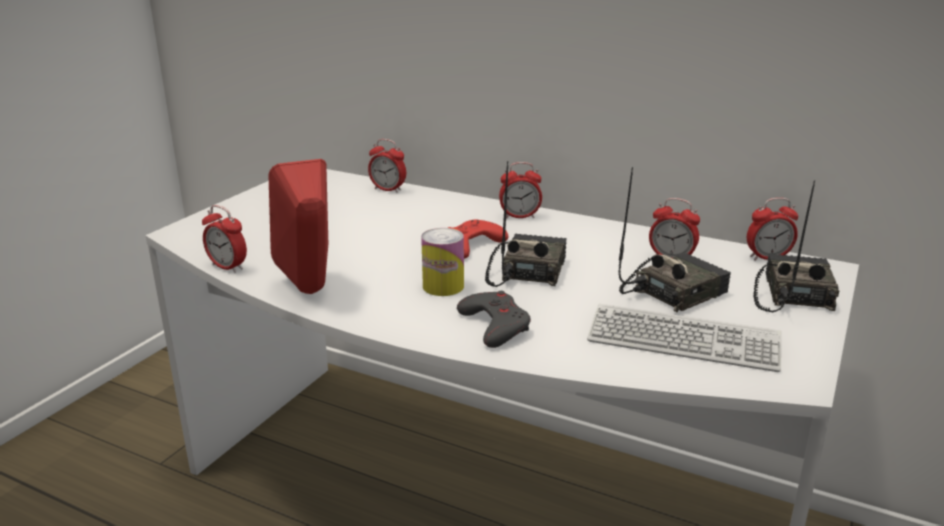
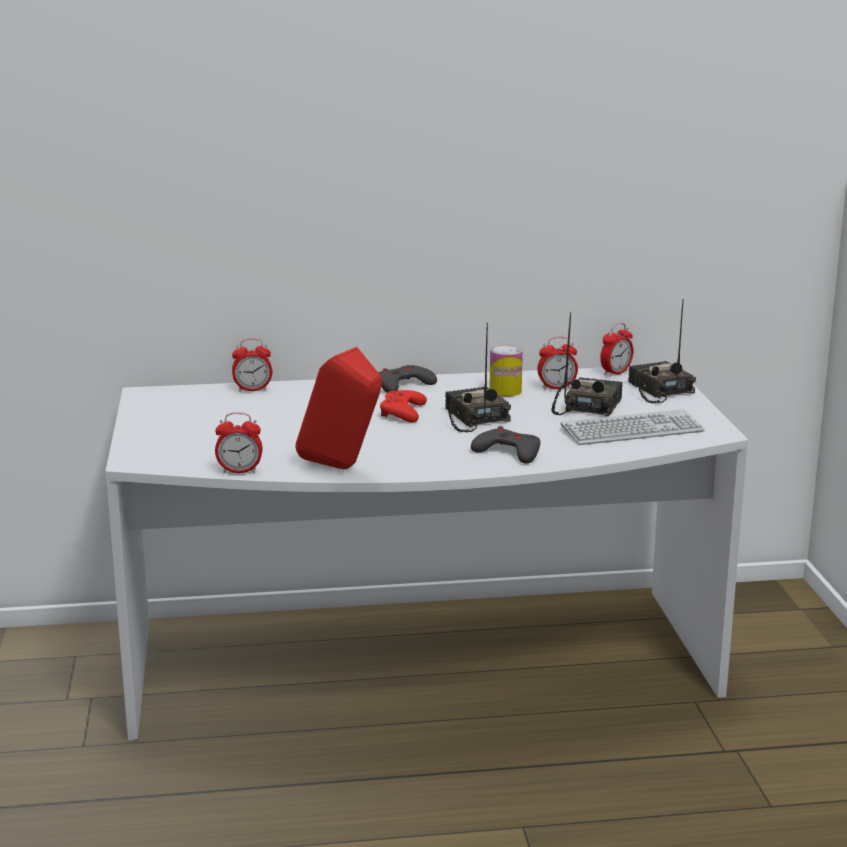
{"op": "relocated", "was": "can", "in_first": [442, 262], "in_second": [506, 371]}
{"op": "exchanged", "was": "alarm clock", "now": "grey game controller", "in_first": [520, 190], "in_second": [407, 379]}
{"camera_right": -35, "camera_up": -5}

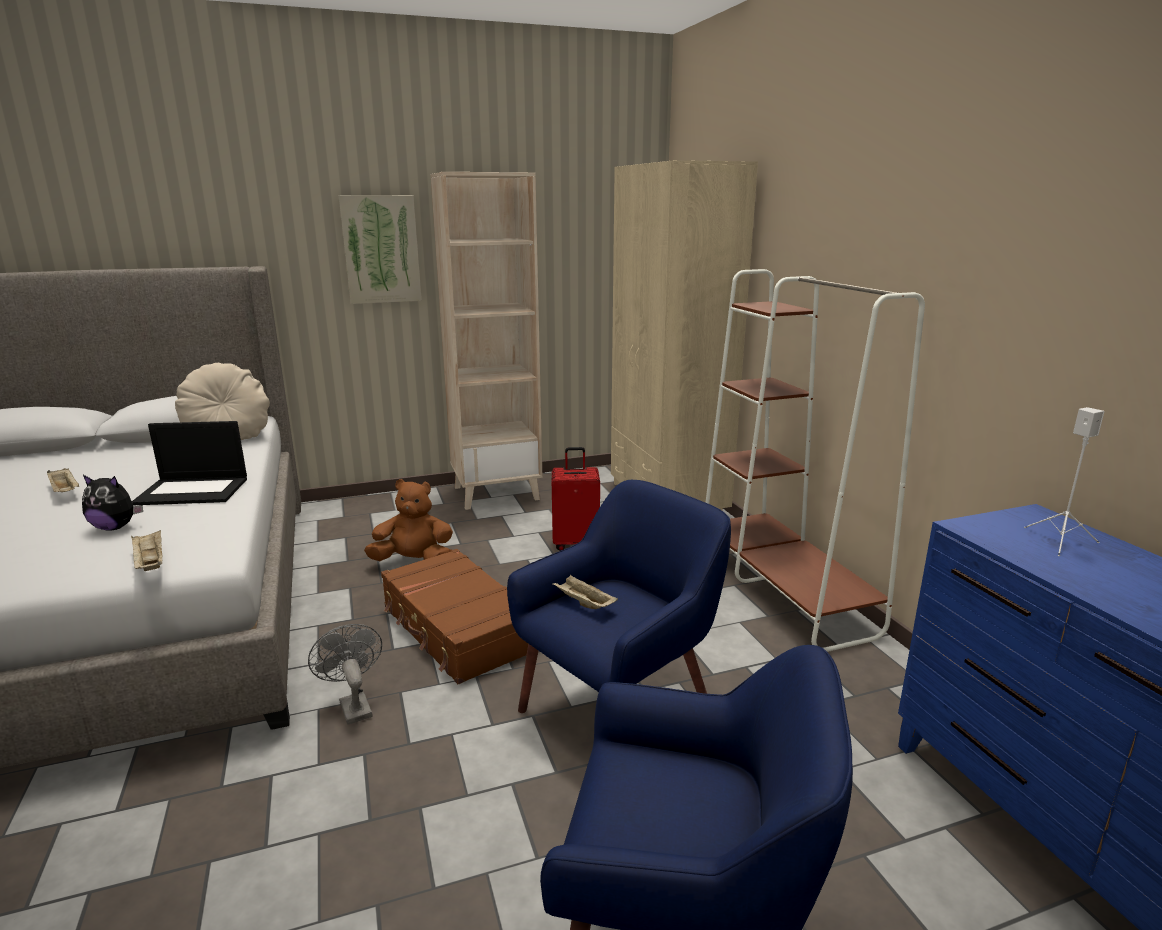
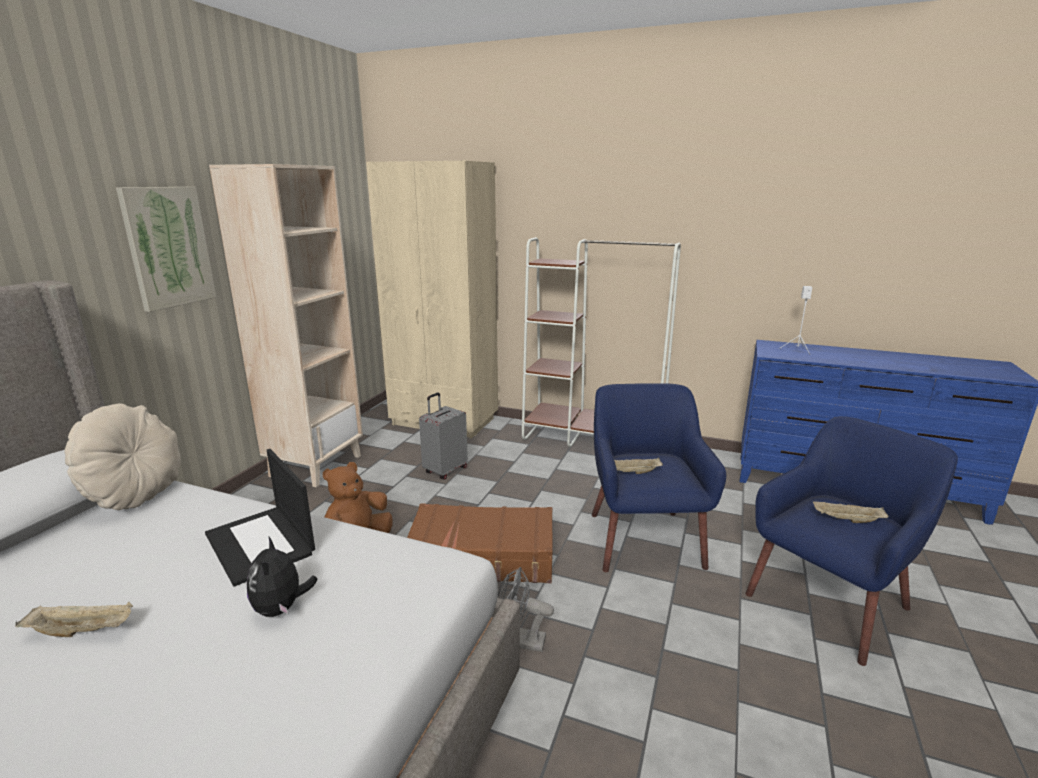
{"op": "relocated", "was": "beige tray", "in_first": [146, 550], "in_second": [851, 512]}
{"op": "colour", "was": "red suitcase", "now": "grey suitcase", "in_first": [576, 499], "in_second": [443, 436]}
{"op": "spun", "was": "plush toy", "in_first": [112, 503], "in_second": [282, 577], "clockwise": 120}
{"op": "spun", "was": "laptop", "in_first": [189, 463], "in_second": [260, 518], "clockwise": 105}
{"camera_right": -50, "camera_up": 0}

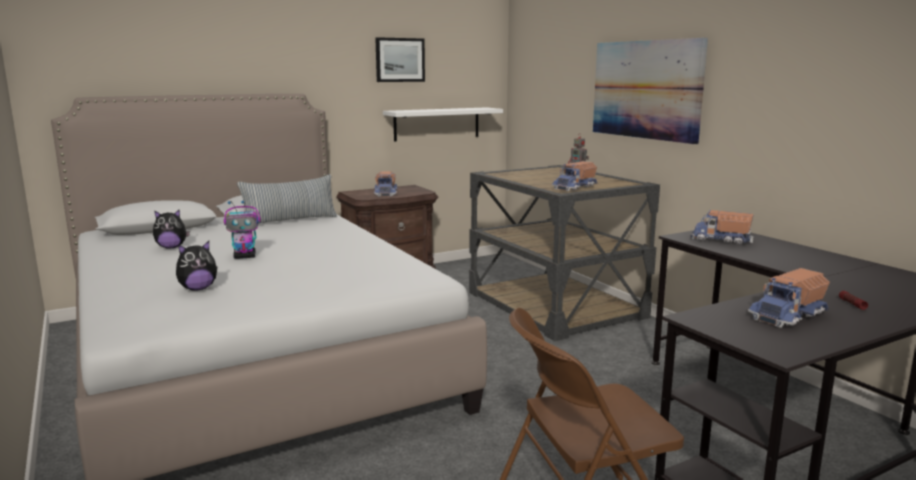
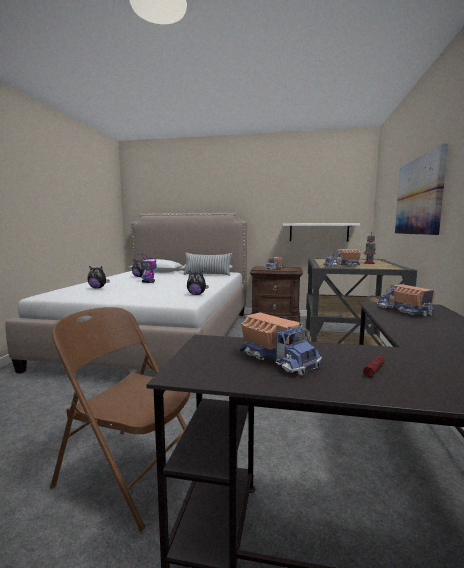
{"op": "missing", "was": "picture", "in_first": [400, 59]}
{"op": "appeared", "now": "plush toy", "in_second": [198, 283]}
{"op": "spun", "was": "toy truck", "in_first": [789, 298], "in_second": [281, 344], "clockwise": -135}
{"camera_right": 40, "camera_up": -5}

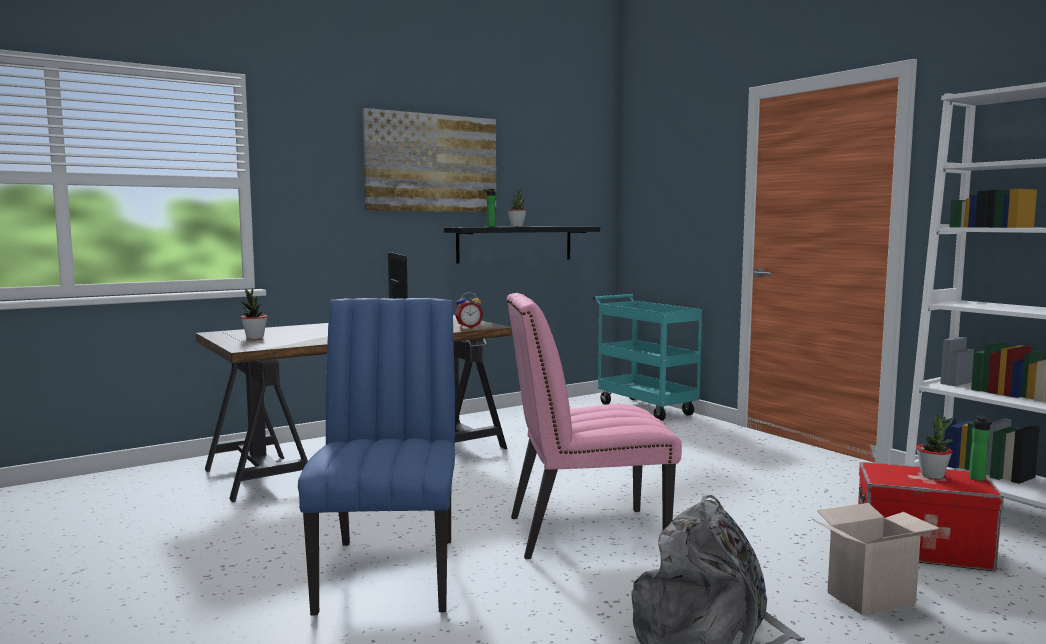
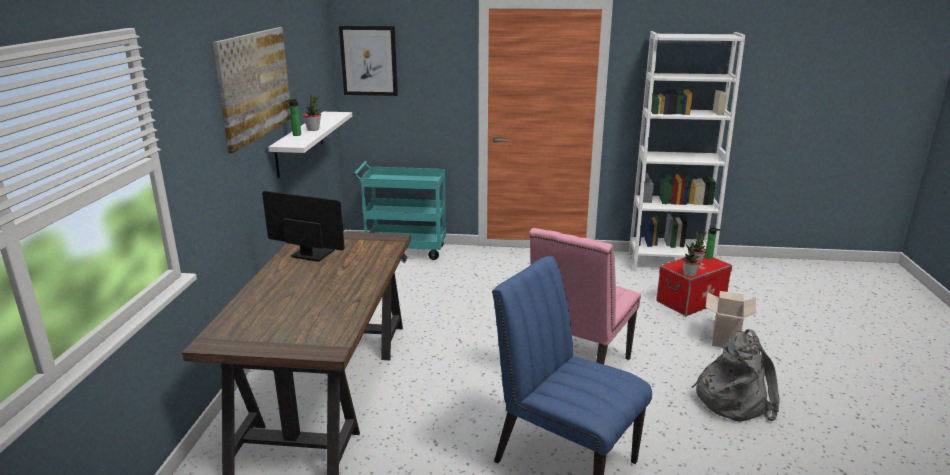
{"op": "missing", "was": "alarm clock", "in_first": [469, 310]}
{"op": "appeared", "now": "picture", "in_second": [368, 61]}
{"op": "relocated", "was": "potted plant", "in_first": [254, 314], "in_second": [691, 260]}
{"op": "colour", "was": "black shelf", "now": "white shelf", "in_first": [522, 244], "in_second": [310, 145]}
{"camera_right": -50, "camera_up": 15}

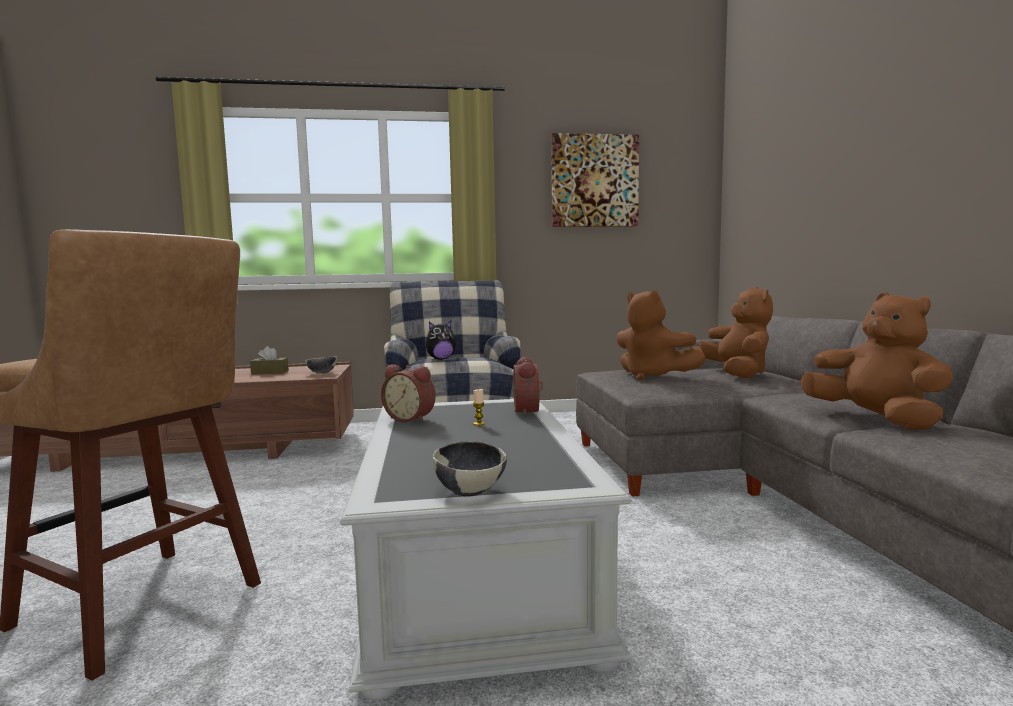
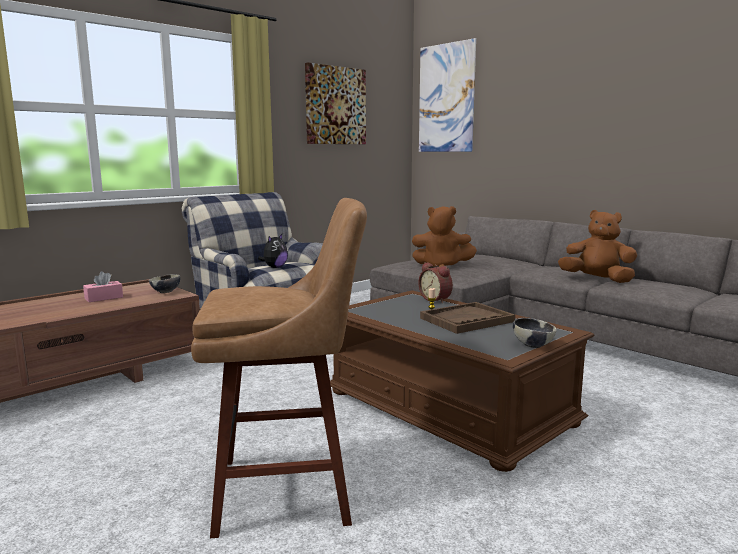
{"op": "missing", "was": "alarm clock", "in_first": [408, 393]}
{"op": "missing", "was": "brown plush toy", "in_first": [736, 332]}
{"op": "appeared", "now": "picture", "in_second": [447, 95]}
{"op": "appeared", "now": "brown tray", "in_second": [467, 318]}
{"op": "colour", "was": "brown tissue box", "now": "pink tissue box", "in_first": [269, 360], "in_second": [103, 286]}
{"op": "colour", "was": "white coffee table", "now": "brown coffee table", "in_first": [486, 549], "in_second": [462, 381]}
{"camera_right": -35, "camera_up": 5}

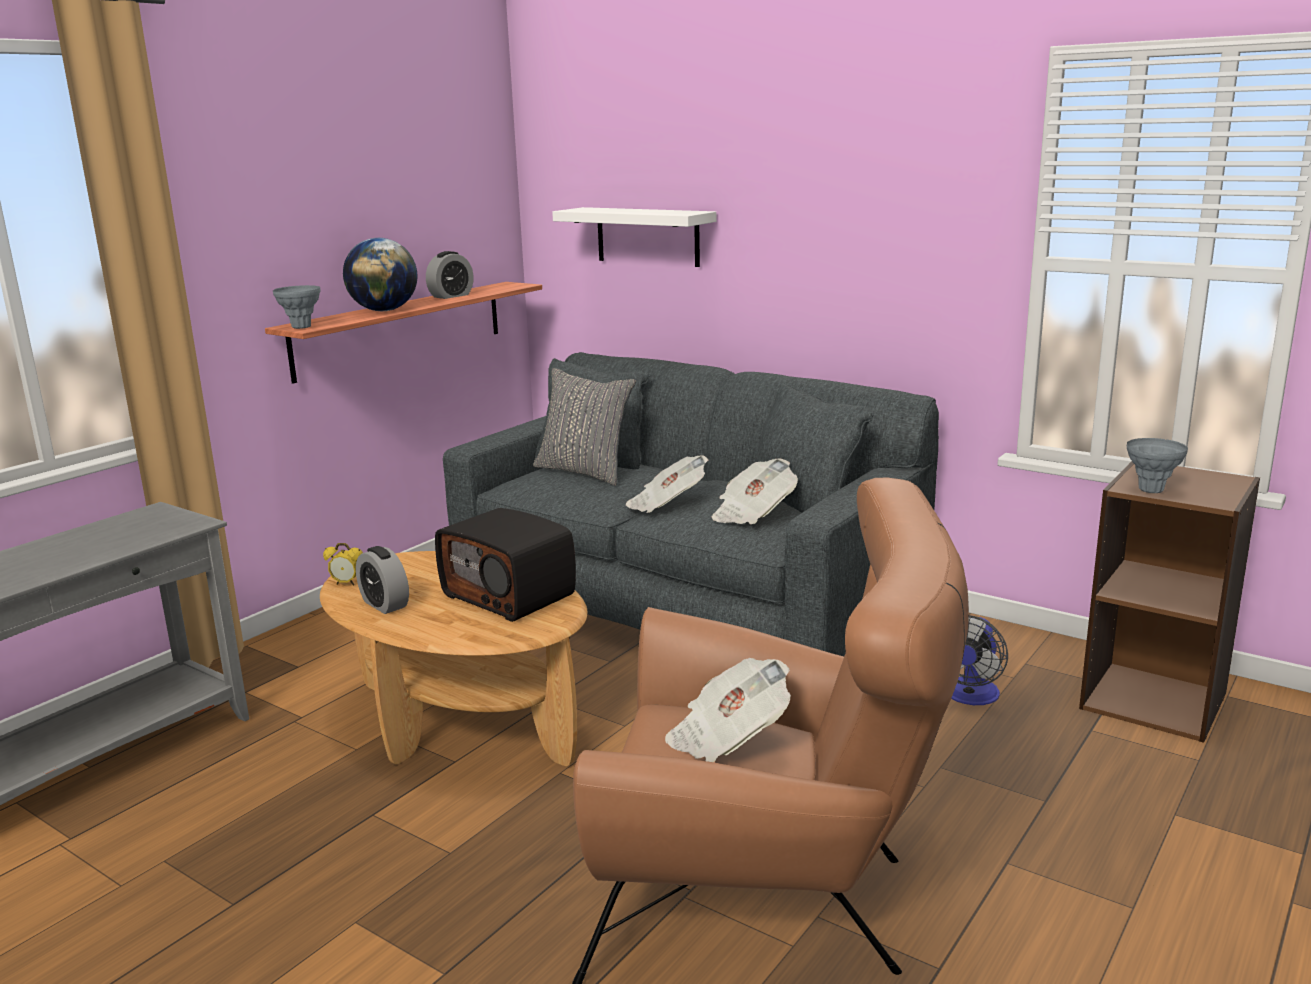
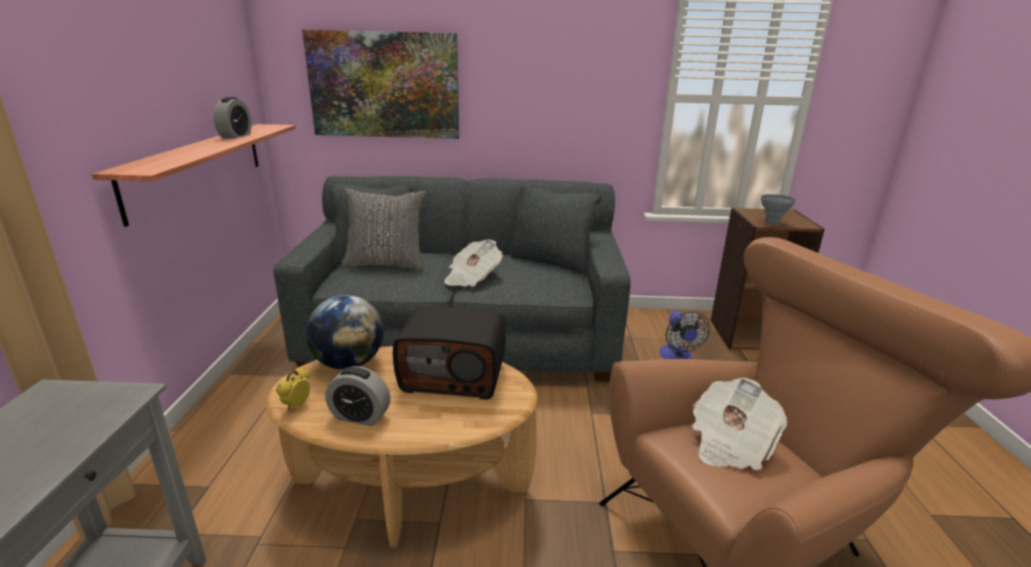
{"op": "missing", "was": "grey vase", "in_first": [297, 307]}
{"op": "missing", "was": "newspaper", "in_first": [755, 491]}
{"op": "relocated", "was": "globe", "in_first": [380, 274], "in_second": [345, 332]}
{"op": "exchanged", "was": "white shelf", "now": "picture", "in_first": [634, 237], "in_second": [380, 84]}
{"op": "spun", "was": "alarm clock", "in_first": [343, 564], "in_second": [293, 389], "clockwise": 135}
{"camera_right": -35, "camera_up": 5}

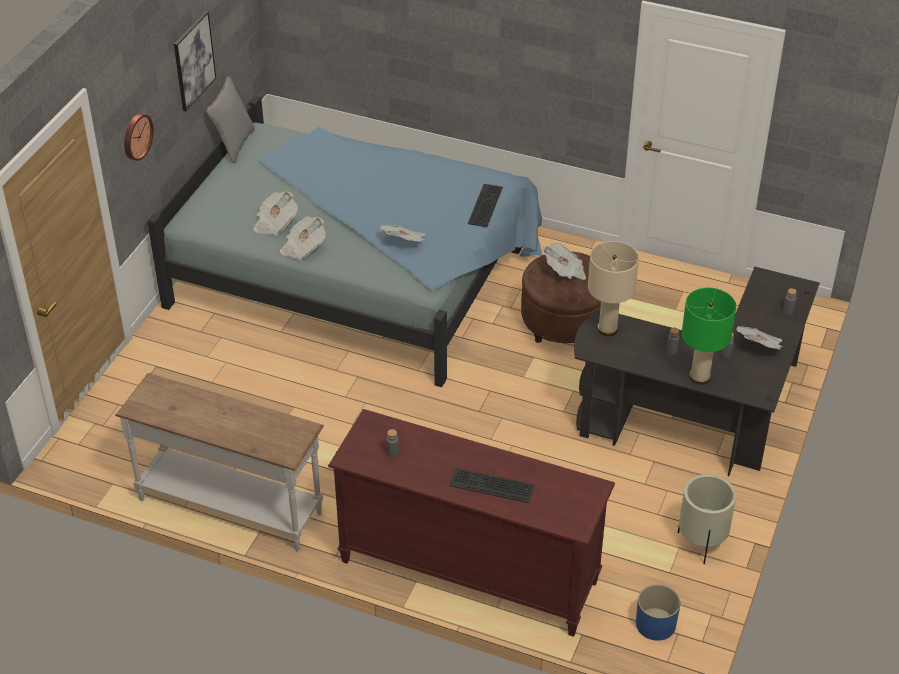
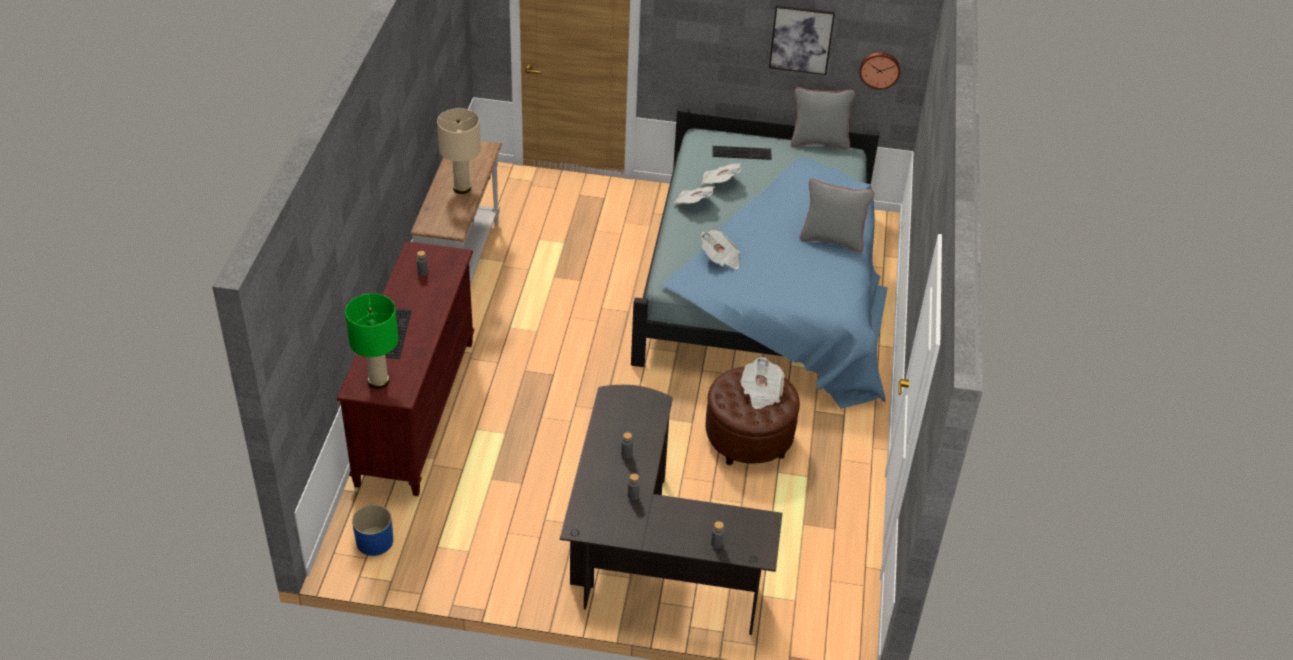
{"op": "missing", "was": "beige planter", "in_first": [707, 519]}
{"op": "missing", "was": "newspaper", "in_first": [760, 338]}
{"op": "appeared", "now": "grey pillow", "in_second": [837, 215]}
{"op": "relocated", "was": "wall clock", "in_first": [139, 137], "in_second": [879, 70]}
{"op": "relocated", "was": "keyboard", "in_first": [485, 205], "in_second": [742, 153]}
{"op": "relocated", "was": "beige table lamp", "in_first": [613, 289], "in_second": [459, 151]}
{"op": "relocated", "was": "green table lamp", "in_first": [709, 336], "in_second": [372, 341]}
{"camera_right": 75, "camera_up": 0}

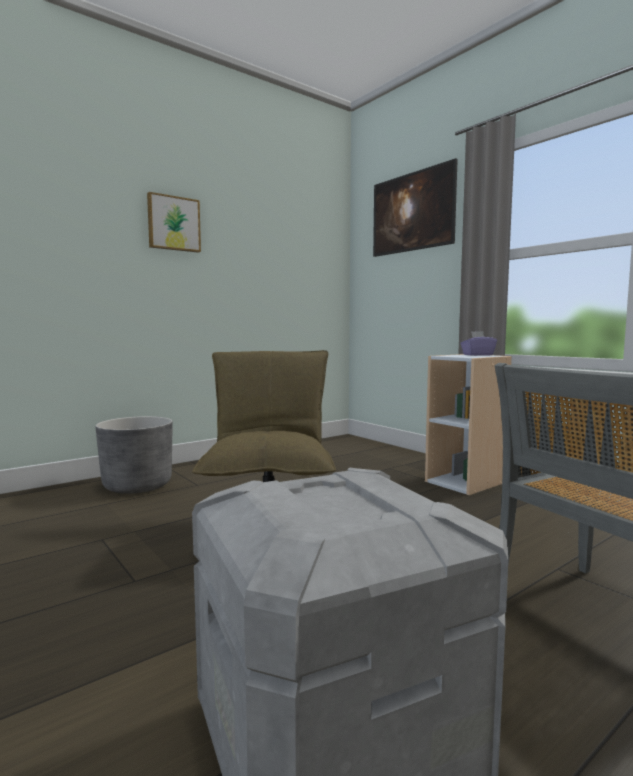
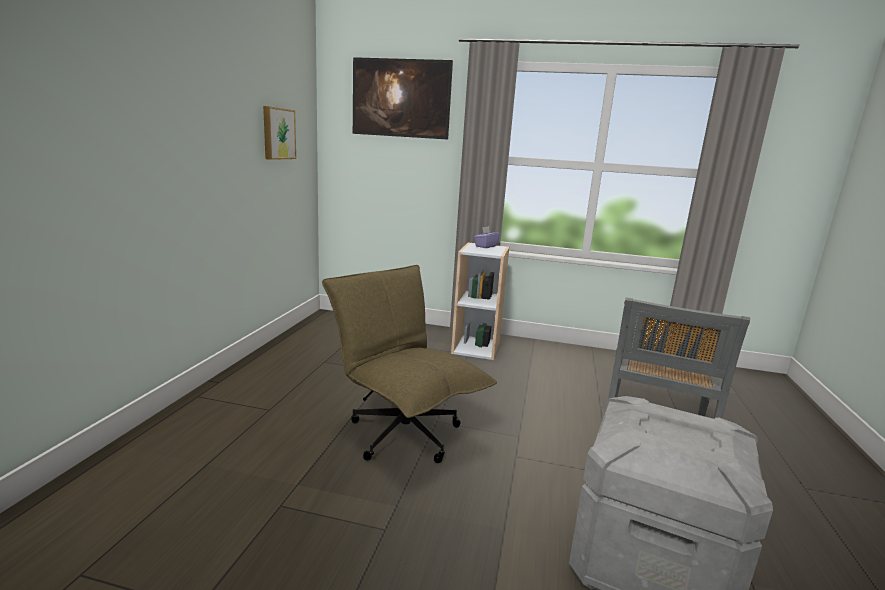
{"op": "missing", "was": "grey planter", "in_first": [134, 455]}
{"op": "relocated", "was": "picture", "in_first": [174, 222], "in_second": [279, 133]}
{"camera_right": -40, "camera_up": 10}

